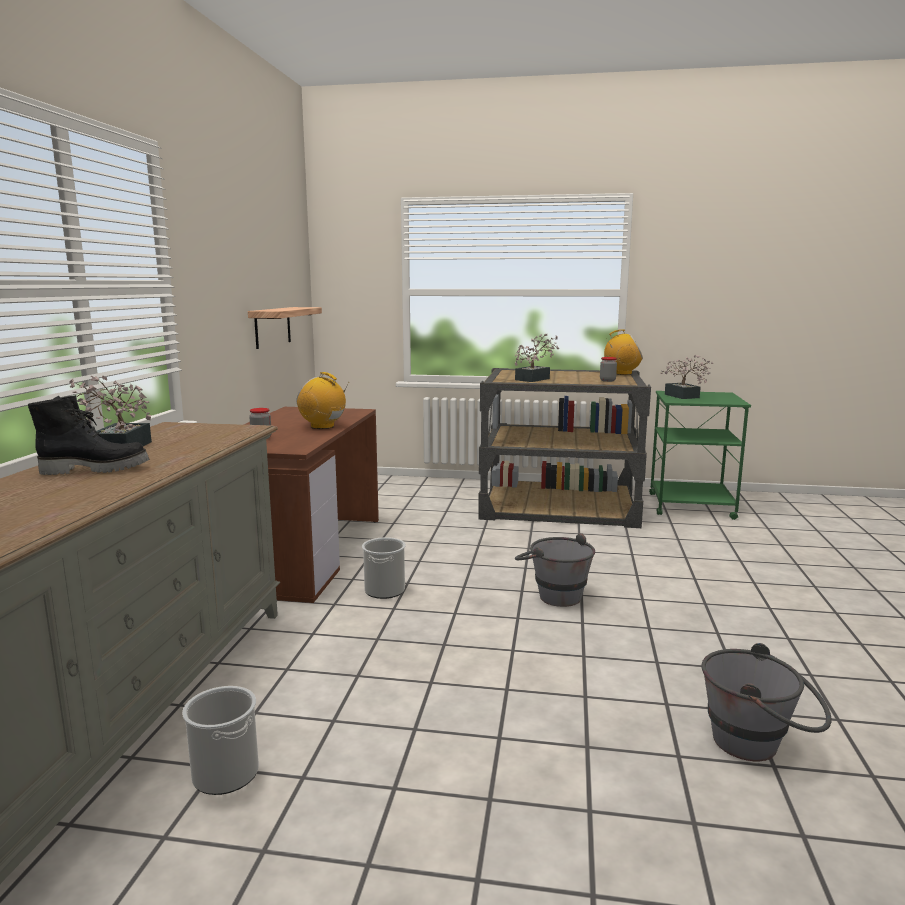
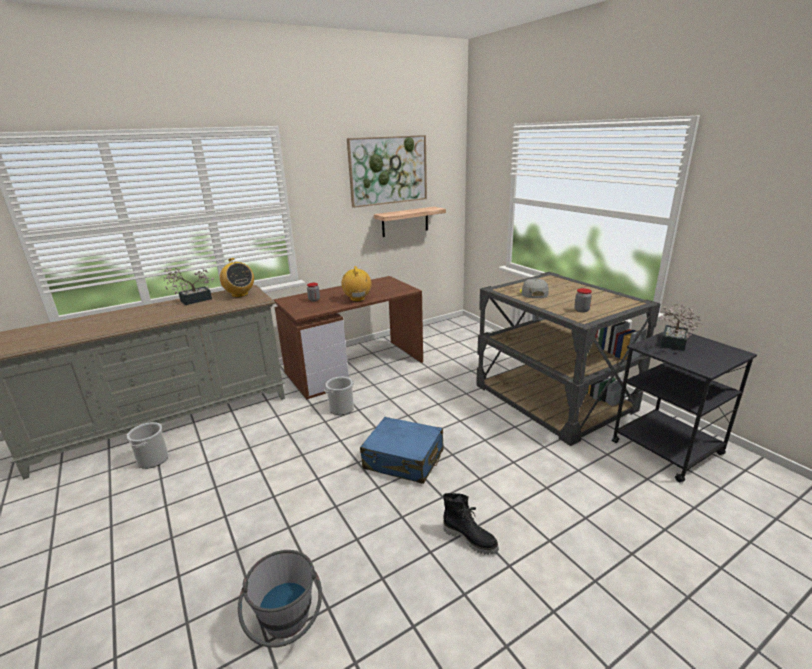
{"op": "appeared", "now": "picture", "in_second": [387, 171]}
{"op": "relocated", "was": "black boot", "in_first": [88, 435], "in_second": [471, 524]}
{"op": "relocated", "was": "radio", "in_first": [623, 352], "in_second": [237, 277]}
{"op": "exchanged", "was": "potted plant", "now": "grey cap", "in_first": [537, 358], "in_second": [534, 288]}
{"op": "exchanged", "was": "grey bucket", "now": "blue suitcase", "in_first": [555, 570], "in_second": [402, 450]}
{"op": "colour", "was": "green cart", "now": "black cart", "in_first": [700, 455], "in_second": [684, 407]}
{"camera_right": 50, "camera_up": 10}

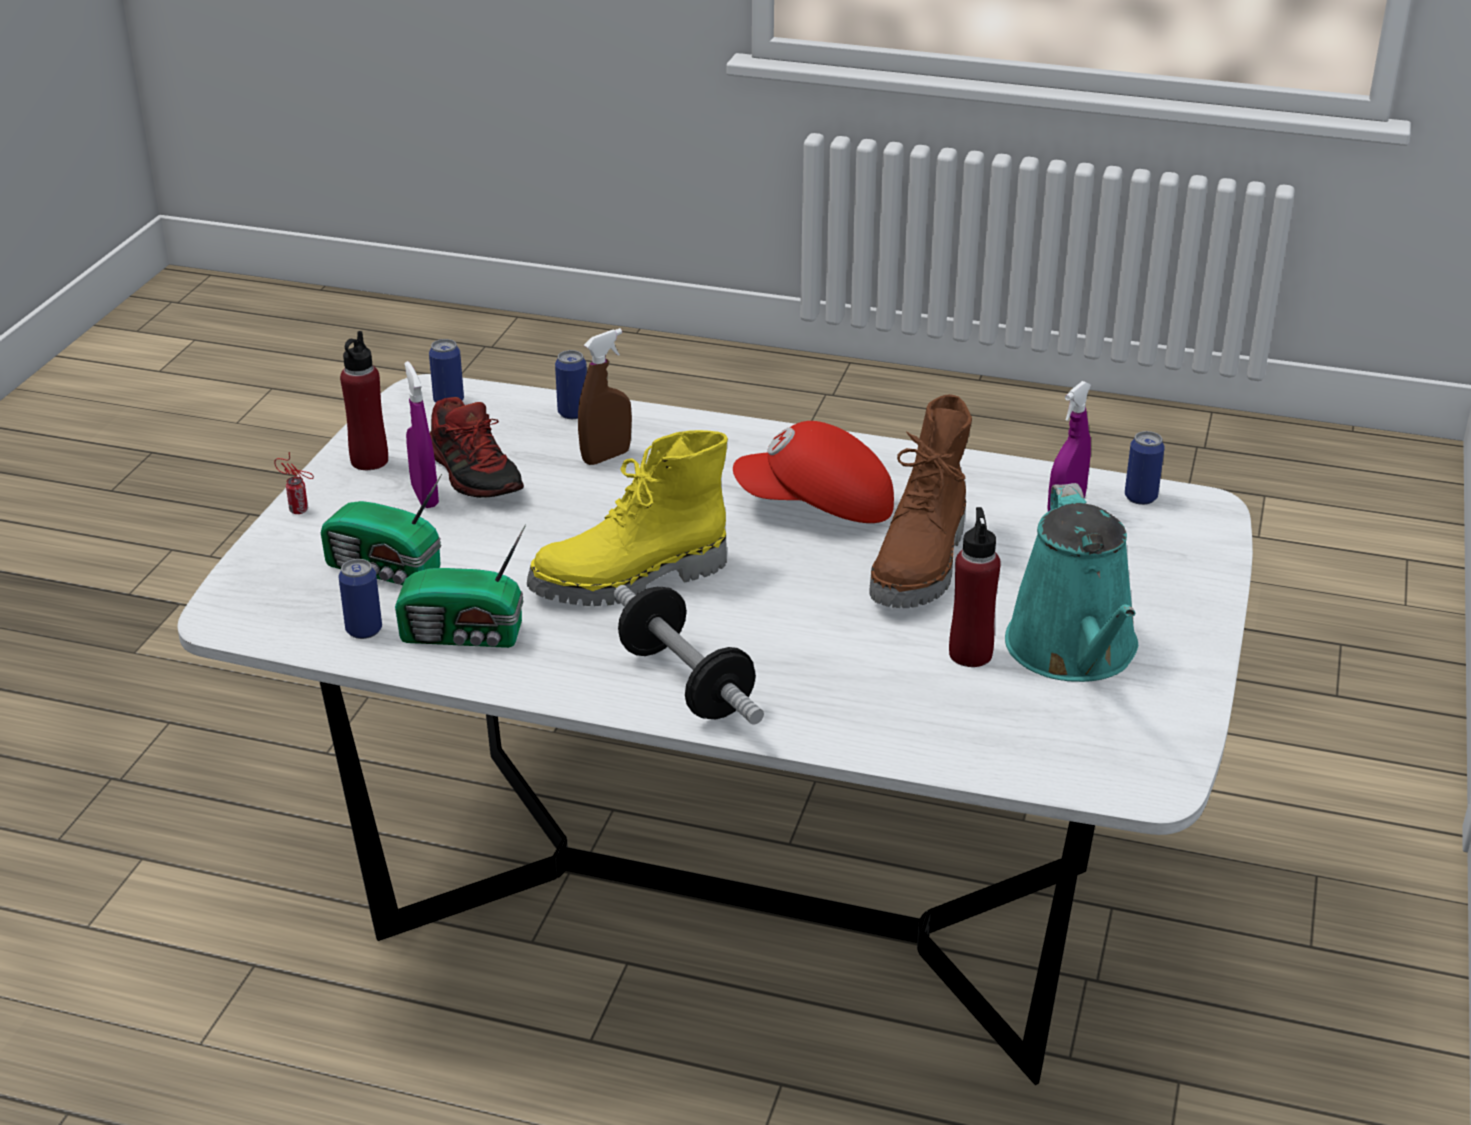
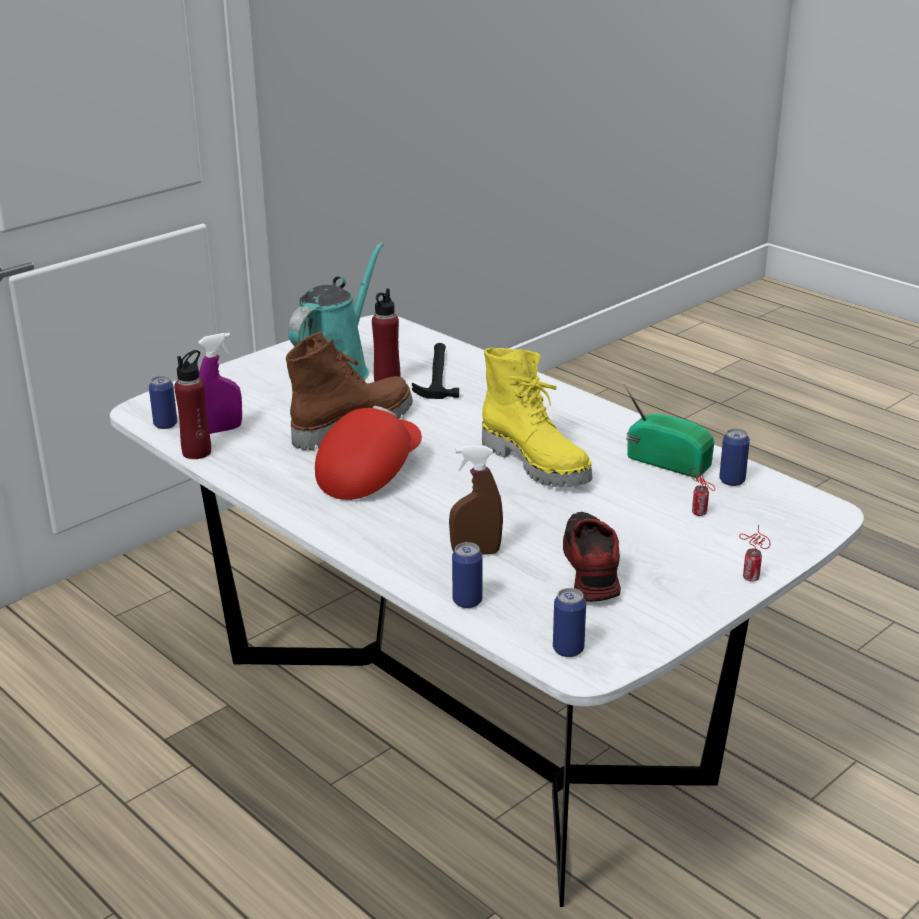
{"op": "missing", "was": "purple spray bottle", "in_first": [421, 434]}
{"op": "missing", "was": "dumbbell", "in_first": [689, 655]}
{"op": "appeared", "now": "hammer", "in_second": [435, 371]}
{"op": "relocated", "was": "red bottle", "in_first": [364, 400], "in_second": [192, 404]}
{"op": "exchanged", "was": "radio", "now": "can", "in_first": [381, 529], "in_second": [702, 491]}
{"op": "spun", "was": "yellow boot", "in_first": [627, 518], "in_second": [537, 417], "clockwise": 45}
{"op": "spun", "was": "red cap", "in_first": [813, 472], "in_second": [368, 453], "clockwise": -90}
{"camera_right": -150, "camera_up": -5}

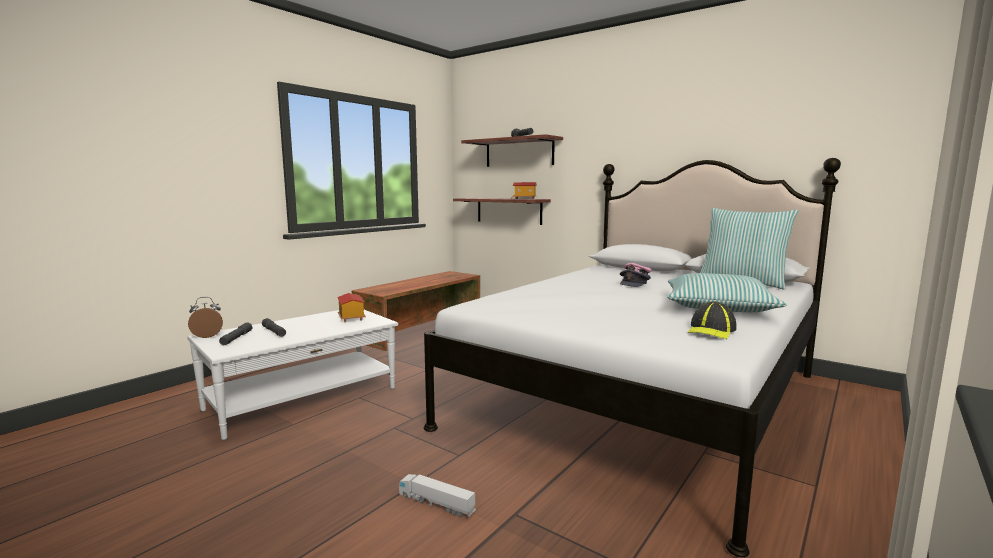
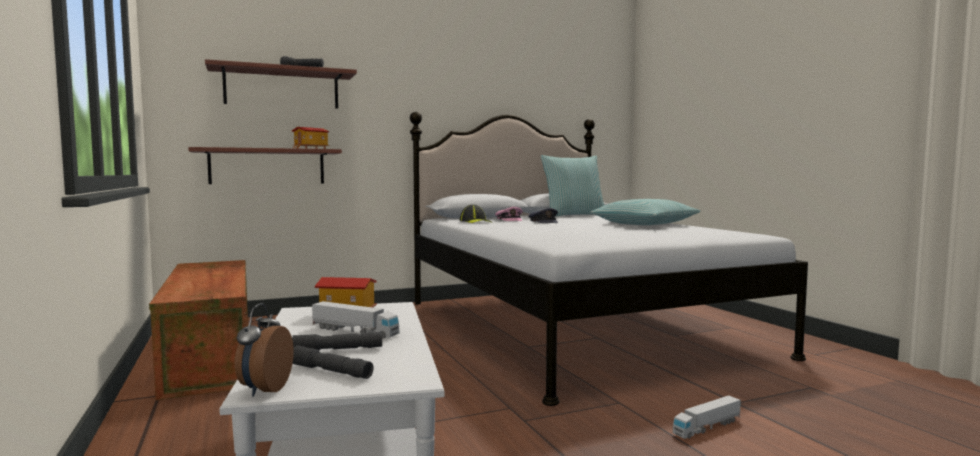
{"op": "appeared", "now": "toy truck", "in_second": [355, 320]}
{"op": "relocated", "was": "cap", "in_first": [712, 320], "in_second": [476, 214]}
{"camera_right": -60, "camera_up": -5}

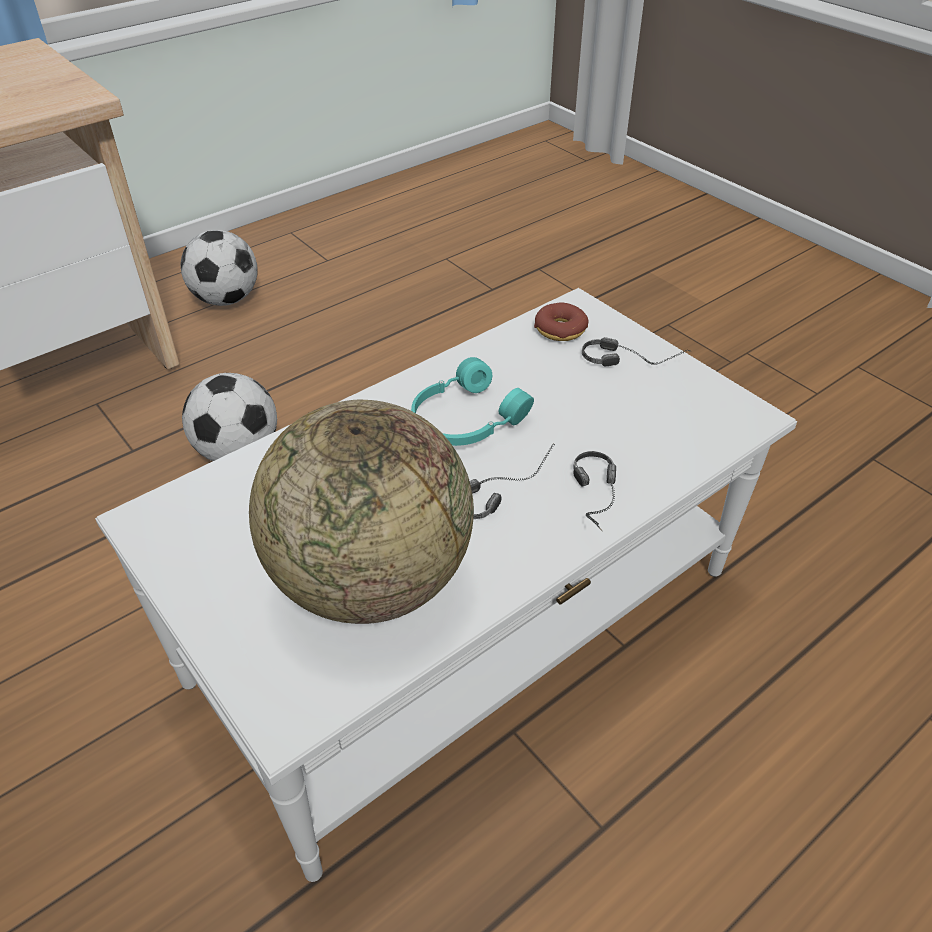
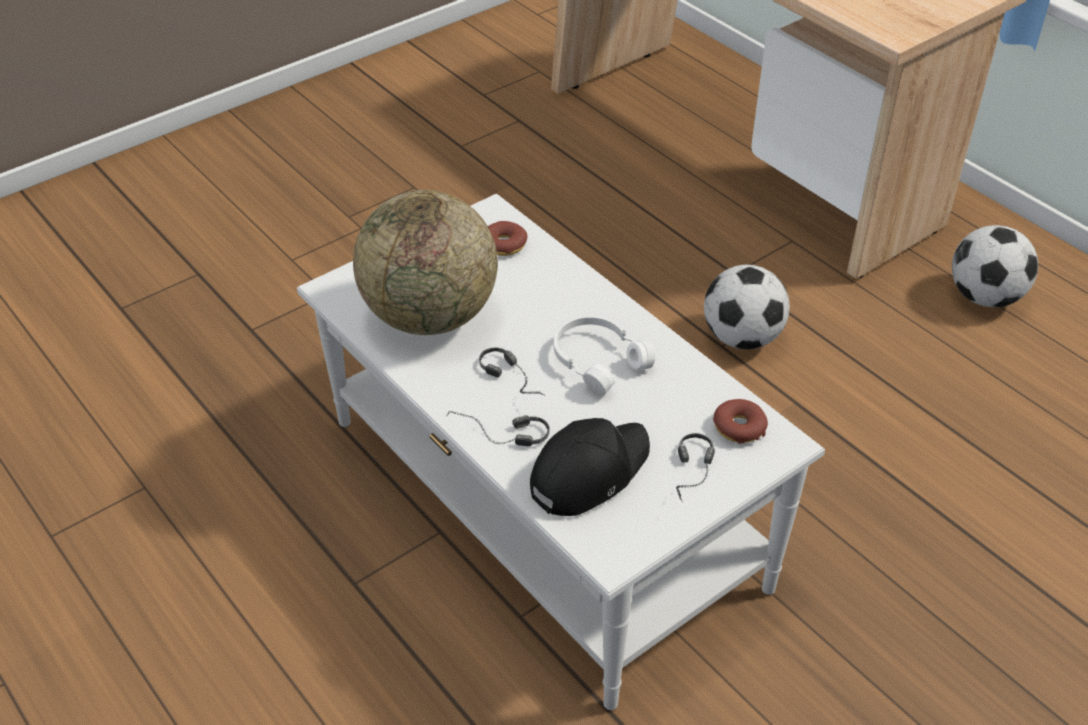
{"op": "appeared", "now": "donut", "in_second": [507, 238]}
{"op": "appeared", "now": "black cap", "in_second": [590, 467]}
{"op": "colour", "was": "turquoise headphones", "now": "white headphones", "in_first": [472, 401], "in_second": [604, 356]}
{"camera_right": 90, "camera_up": 0}

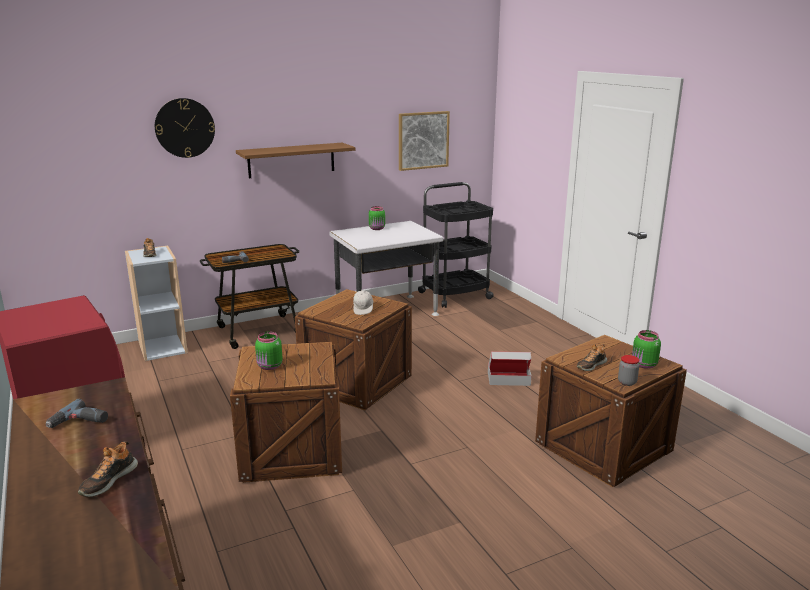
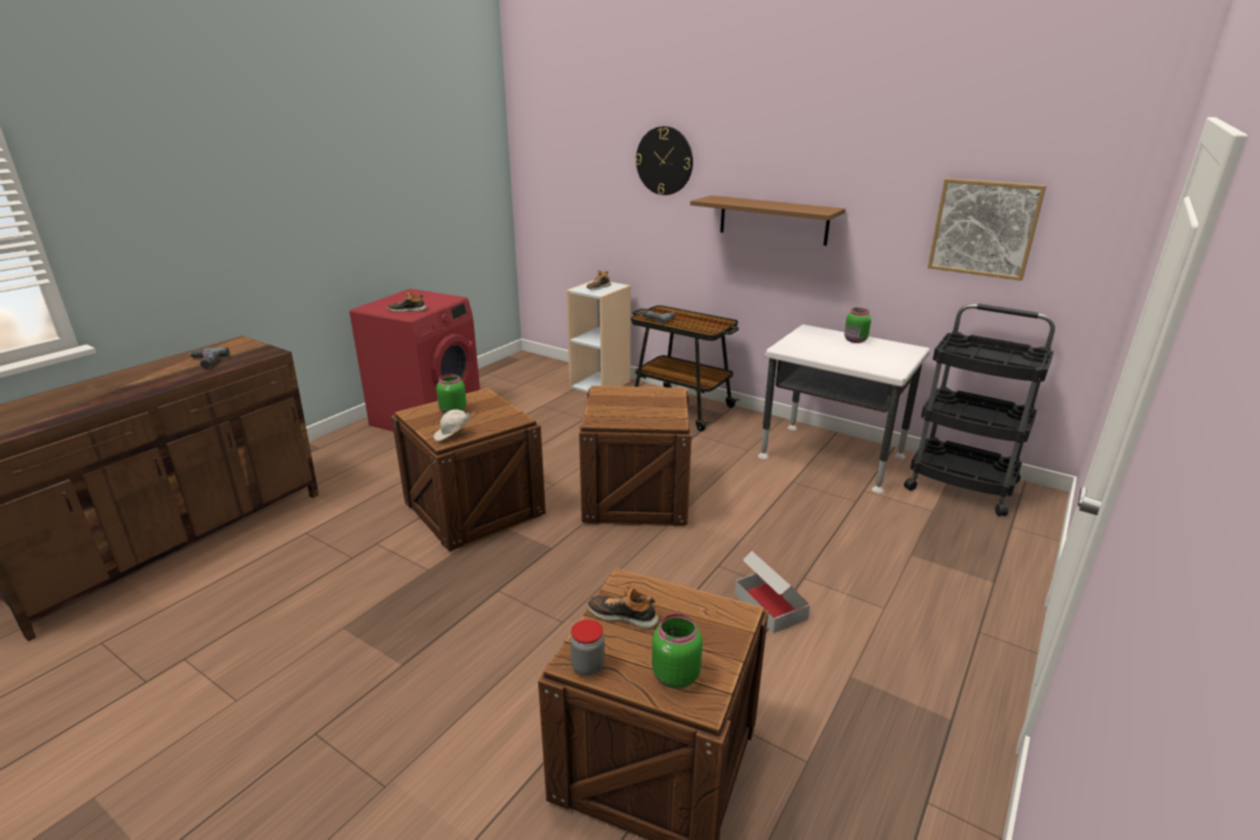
{"op": "relocated", "was": "shoe", "in_first": [108, 469], "in_second": [407, 301]}
{"op": "relocated", "was": "white cap", "in_first": [363, 302], "in_second": [454, 425]}
{"camera_right": 60, "camera_up": 5}

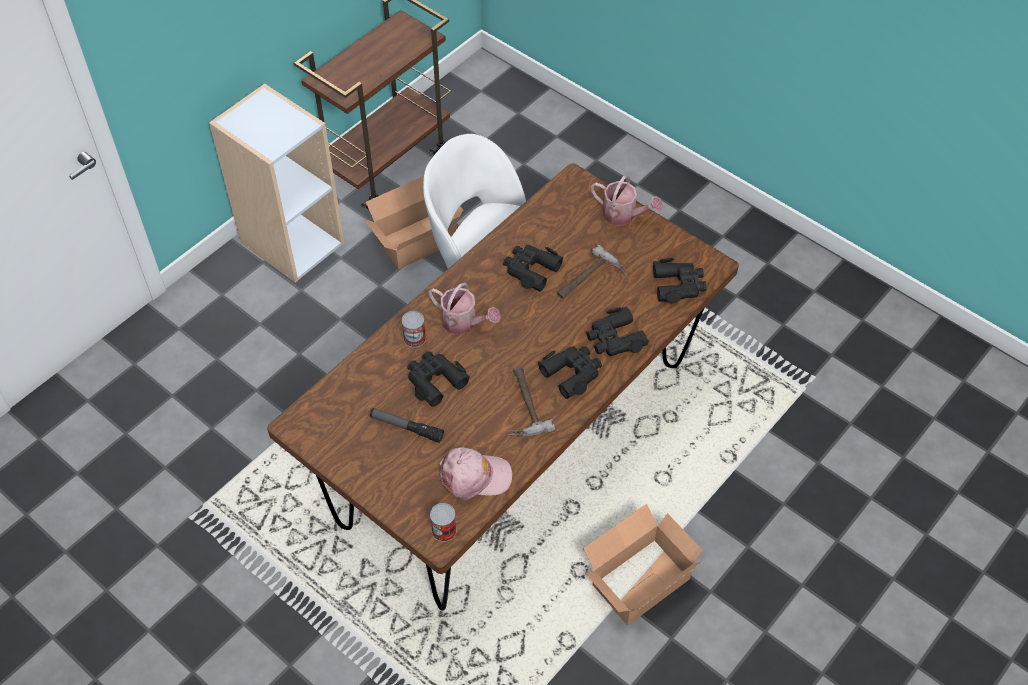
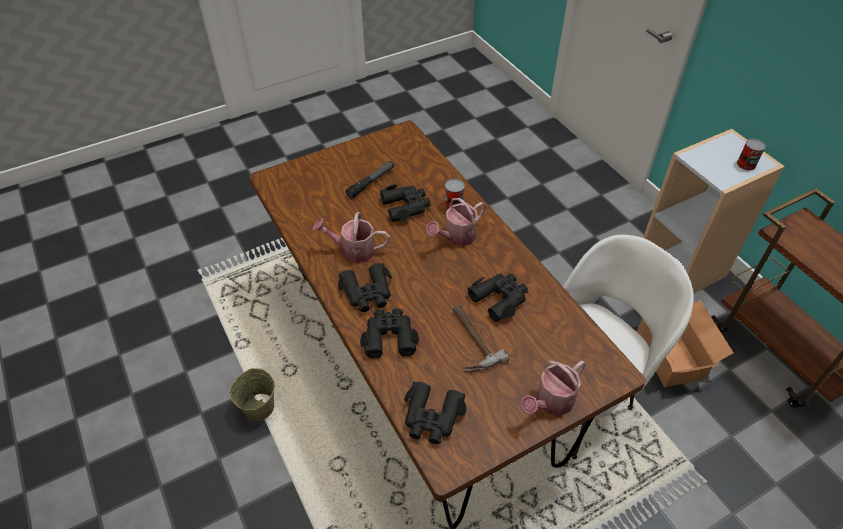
{"op": "missing", "was": "pink cap", "in_first": [475, 473]}
{"op": "relocated", "was": "can", "in_first": [443, 522], "in_second": [751, 154]}
{"op": "exchanged", "was": "hammer", "now": "watering can", "in_first": [531, 402], "in_second": [351, 237]}
{"op": "exchanged", "was": "cardboard box", "now": "beige bucket", "in_first": [643, 564], "in_second": [252, 394]}
{"camera_right": 110, "camera_up": -5}

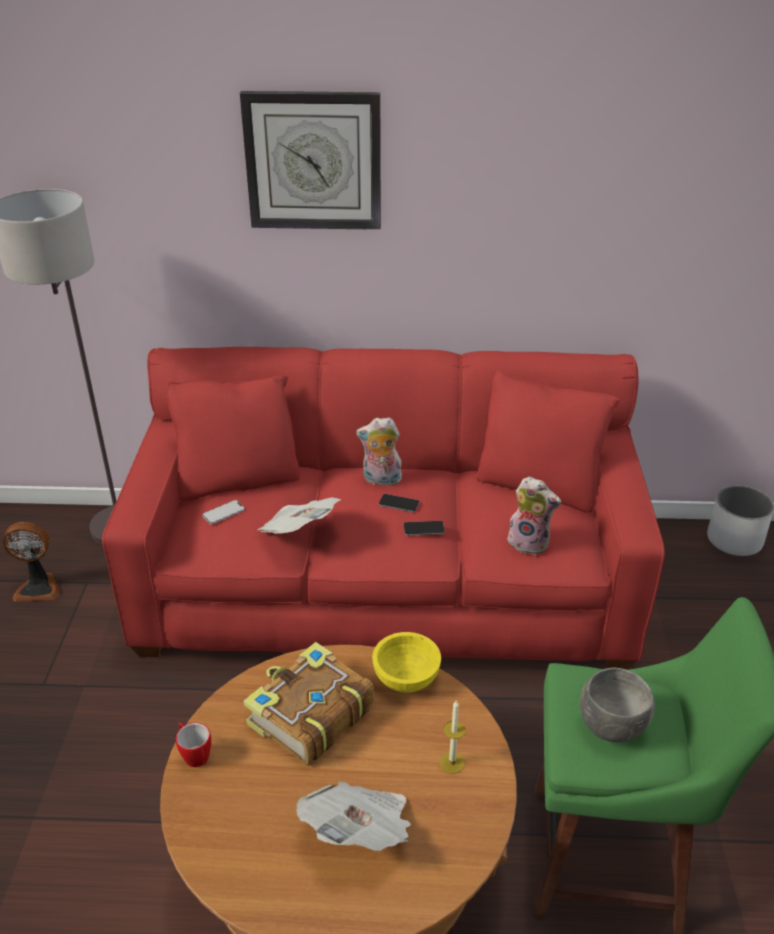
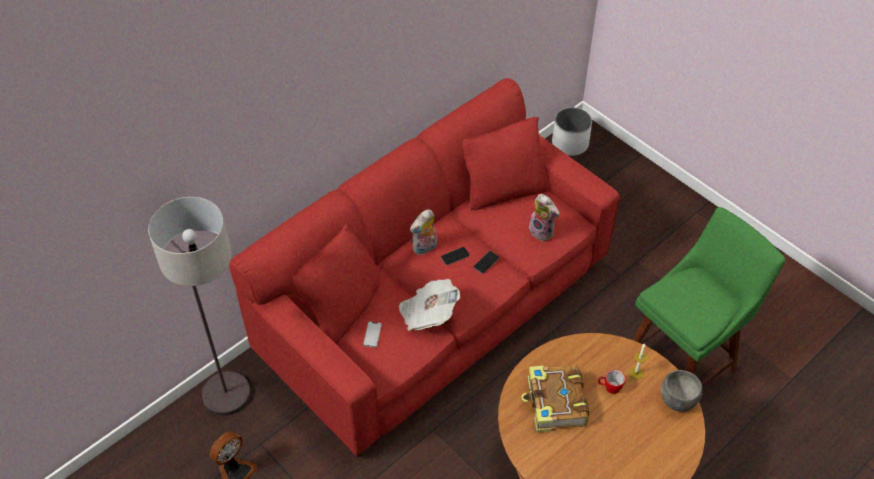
{"op": "missing", "was": "wall clock", "in_first": [310, 160]}
{"op": "missing", "was": "newspaper", "in_first": [353, 816]}
{"op": "missing", "was": "yellow bowl", "in_first": [406, 662]}
{"op": "relocated", "was": "mug", "in_first": [193, 744], "in_second": [611, 382]}
{"op": "relocated", "was": "grey bowl", "in_first": [617, 704], "in_second": [682, 391]}
{"op": "spun", "was": "plush toy", "in_first": [534, 515], "in_second": [544, 217], "clockwise": 60}
{"camera_right": -45, "camera_up": 15}

